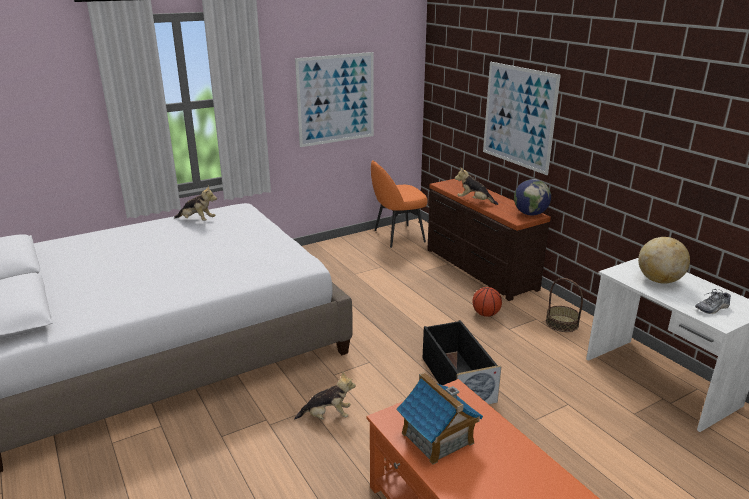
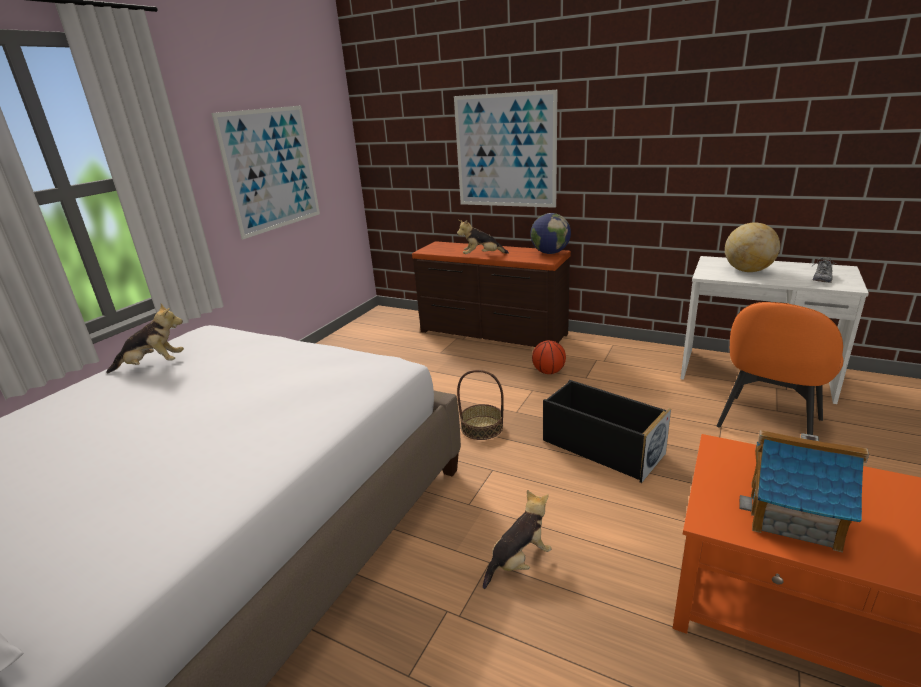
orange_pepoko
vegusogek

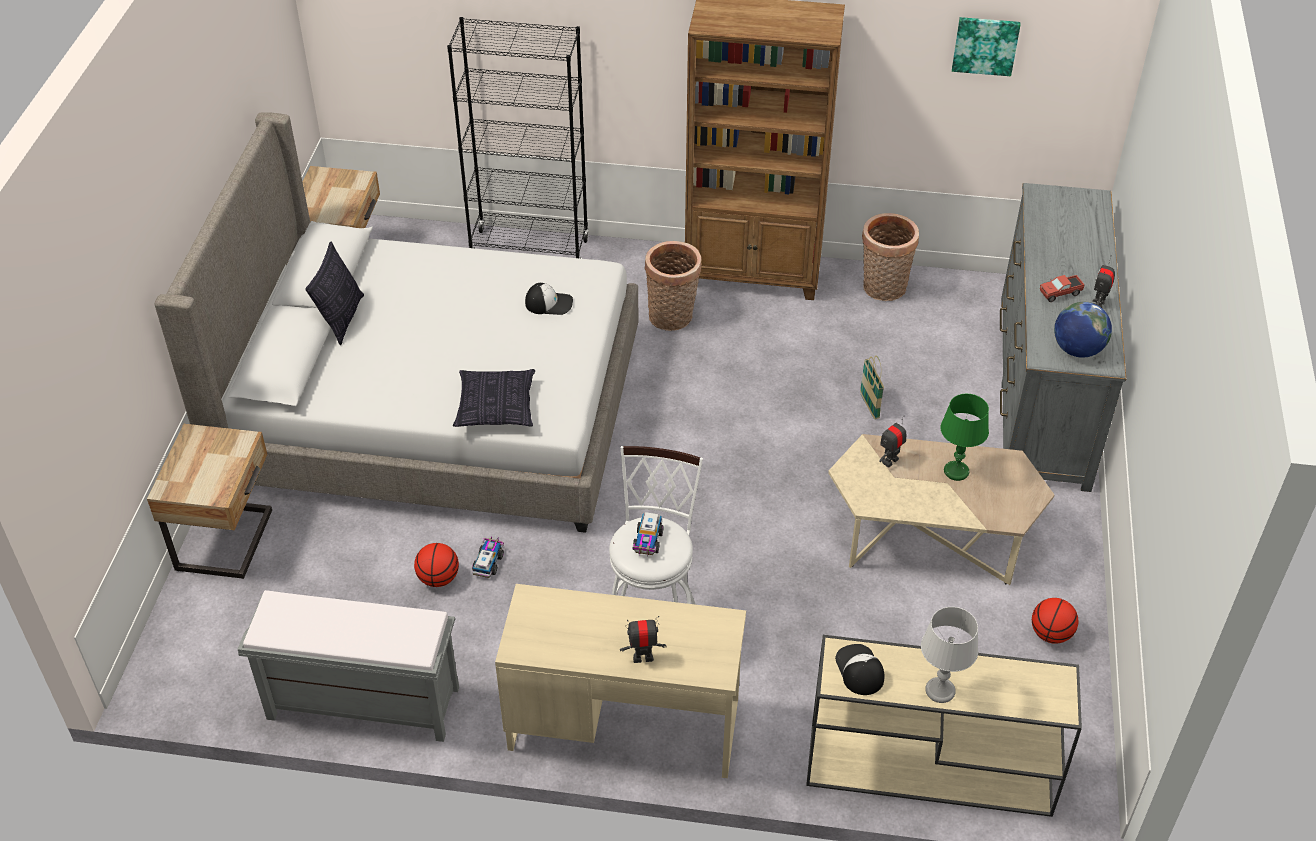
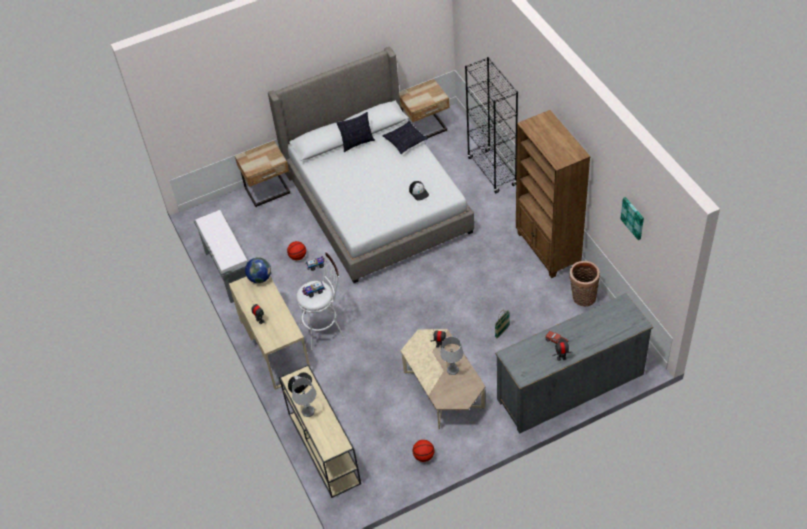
vegusogek (1st from left in the first image)
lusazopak
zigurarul (2nd from left)
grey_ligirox (2nd from left)

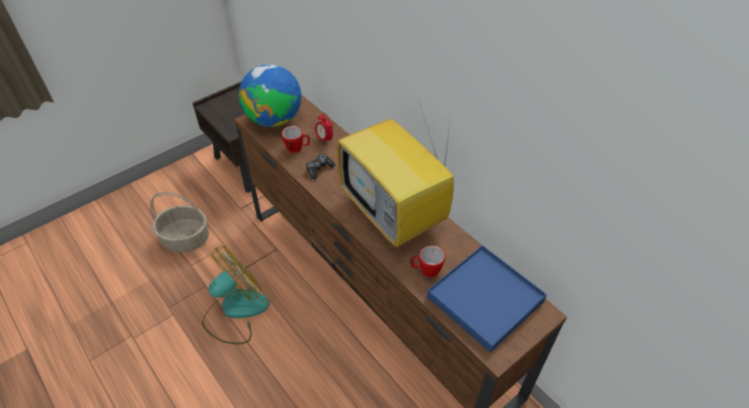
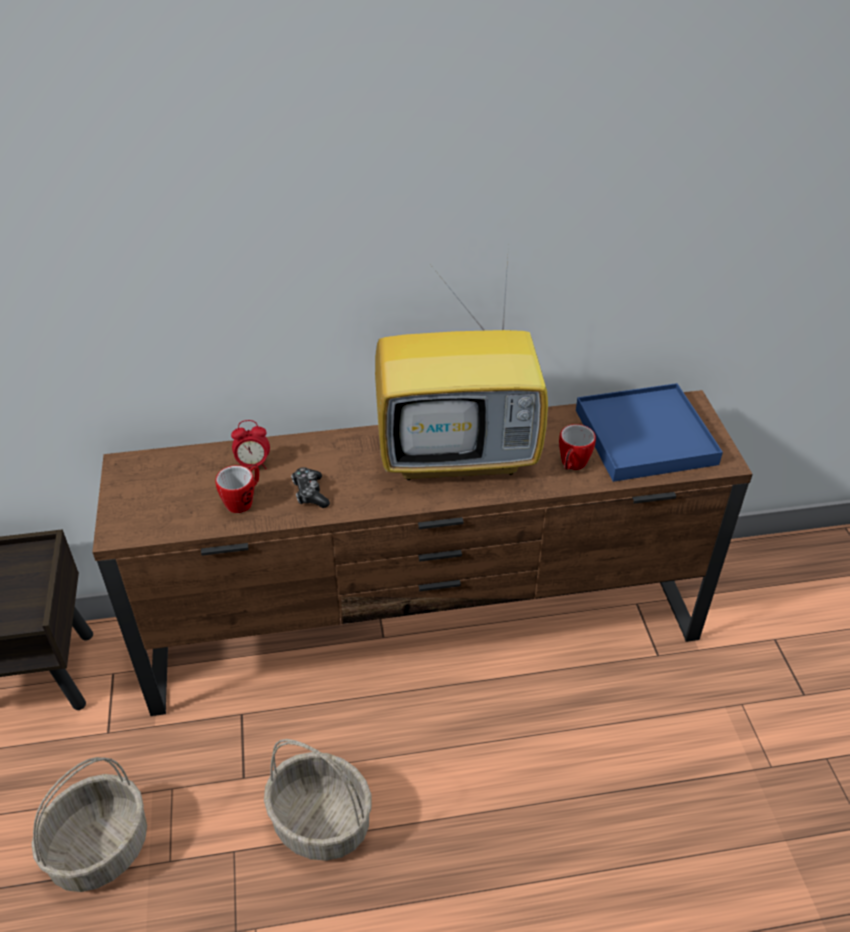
lusazopak
vegusogek (2nd from left)

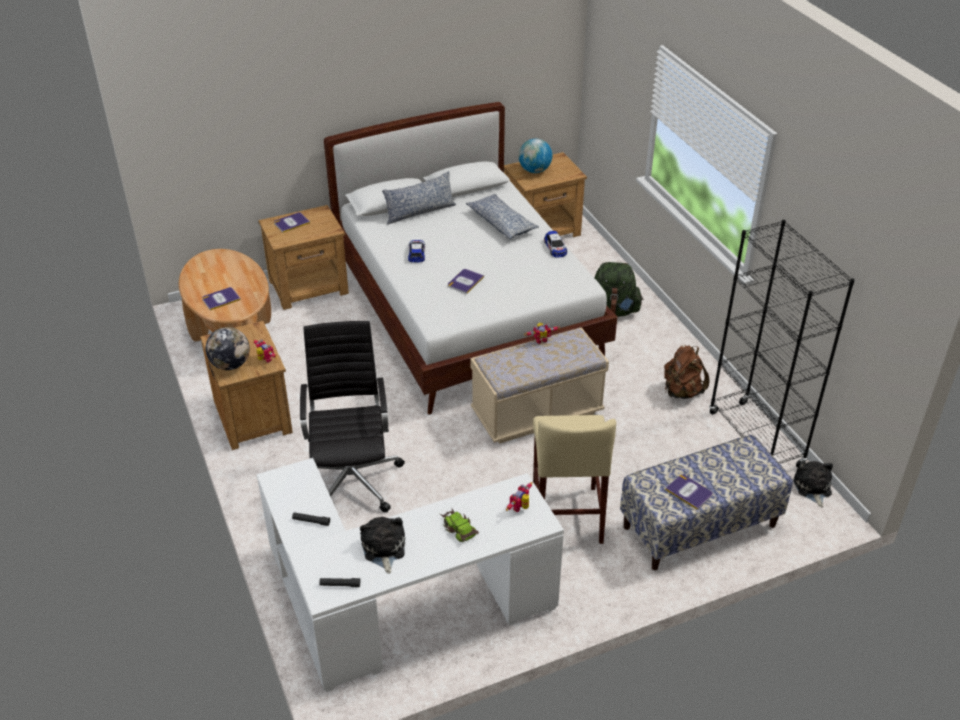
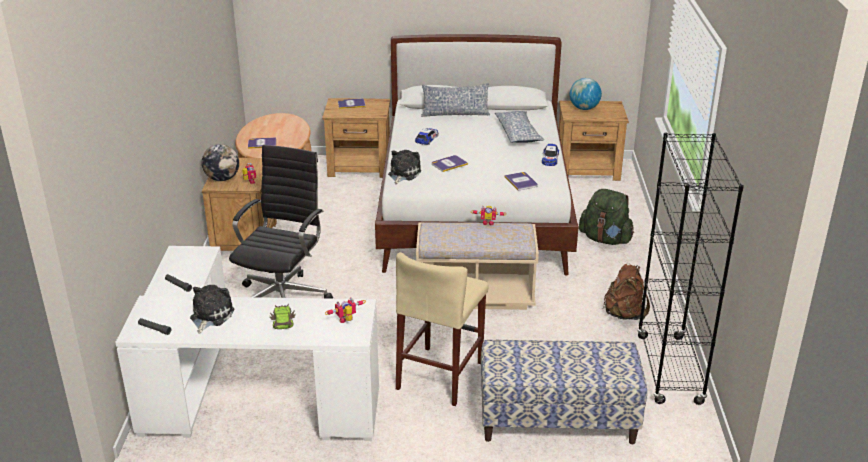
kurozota (2nd from left)
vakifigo (4th from left)

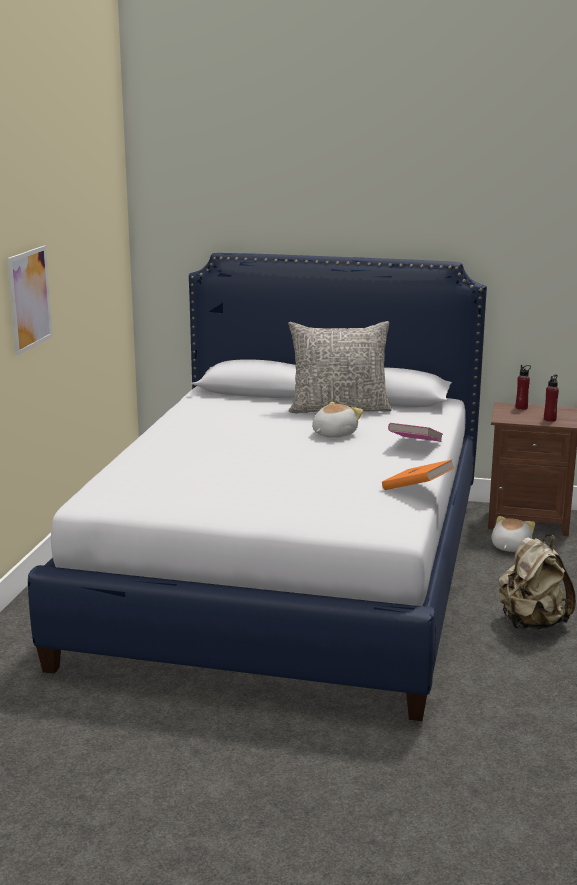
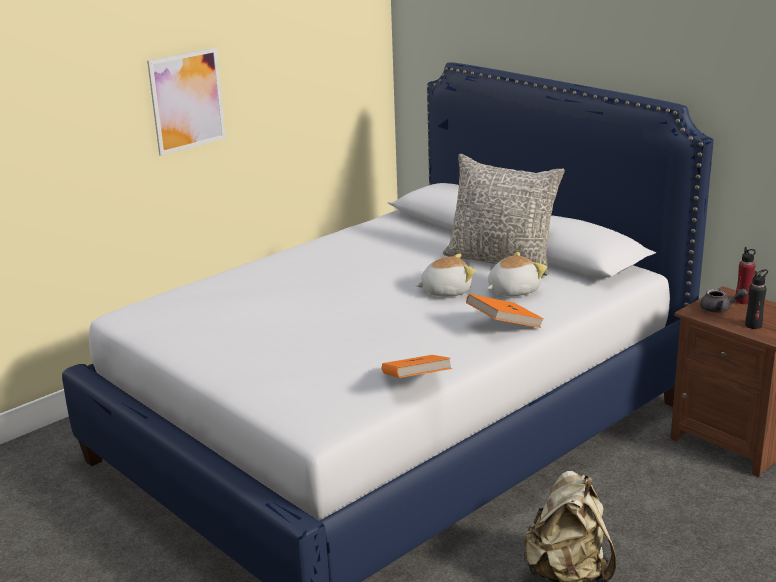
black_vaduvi
orange_vakifigo (2nd from left)
kurozota (2nd from left)
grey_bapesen

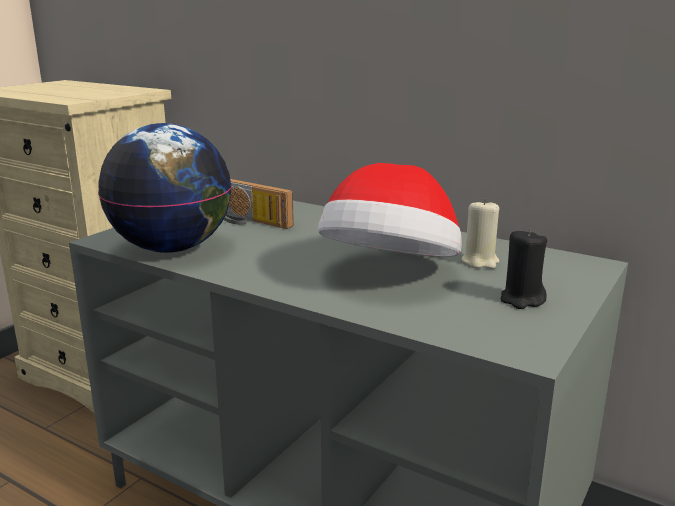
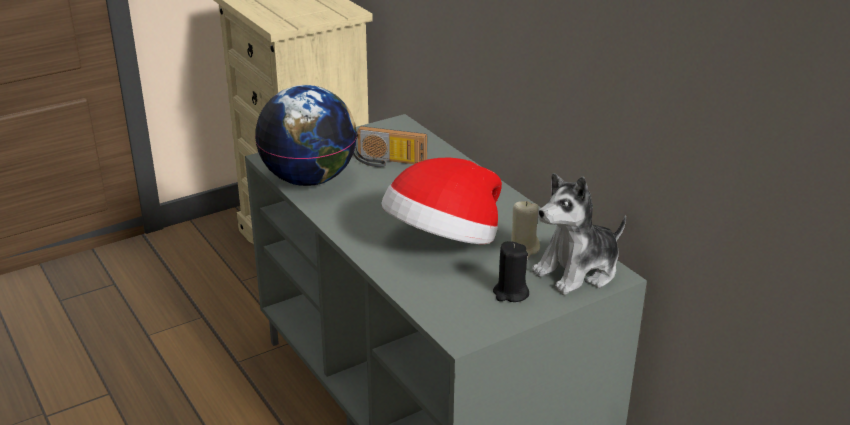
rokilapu
kurozota

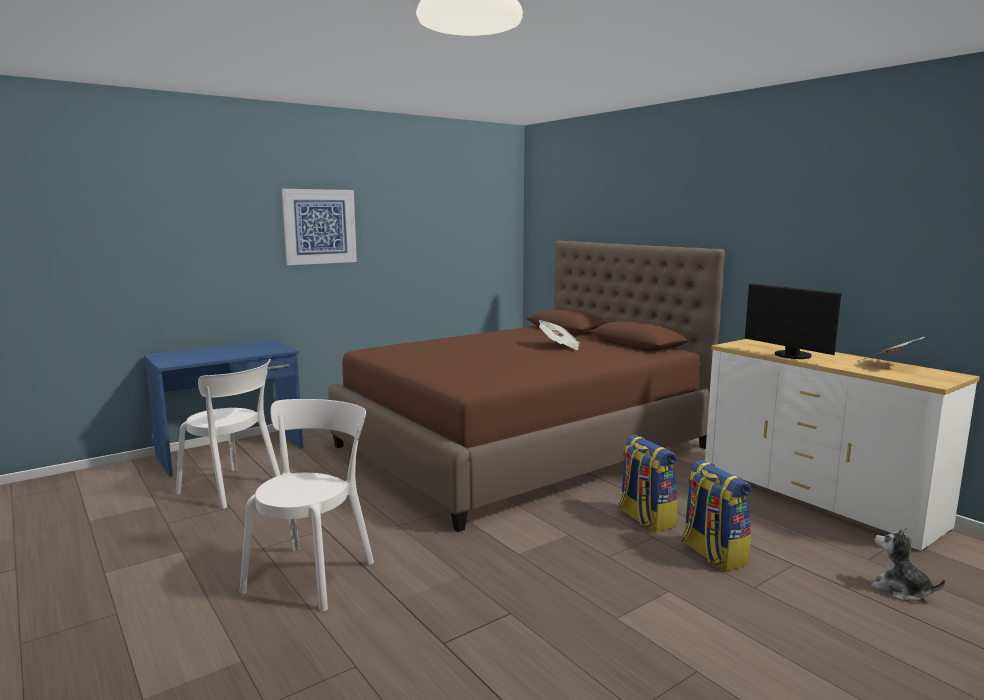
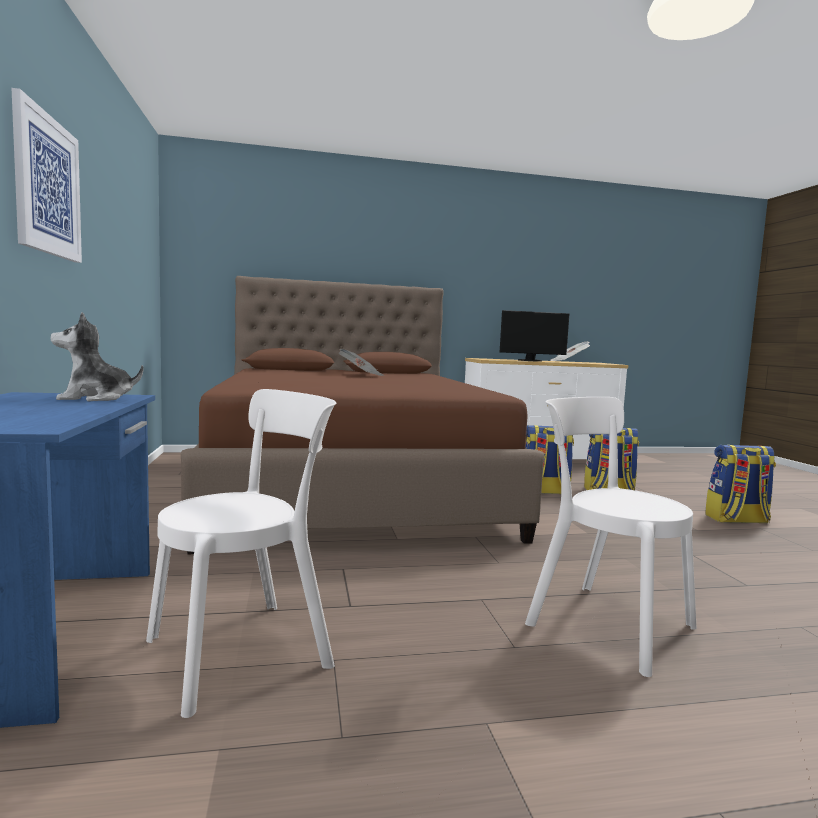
kurozota
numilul (3rd from left)

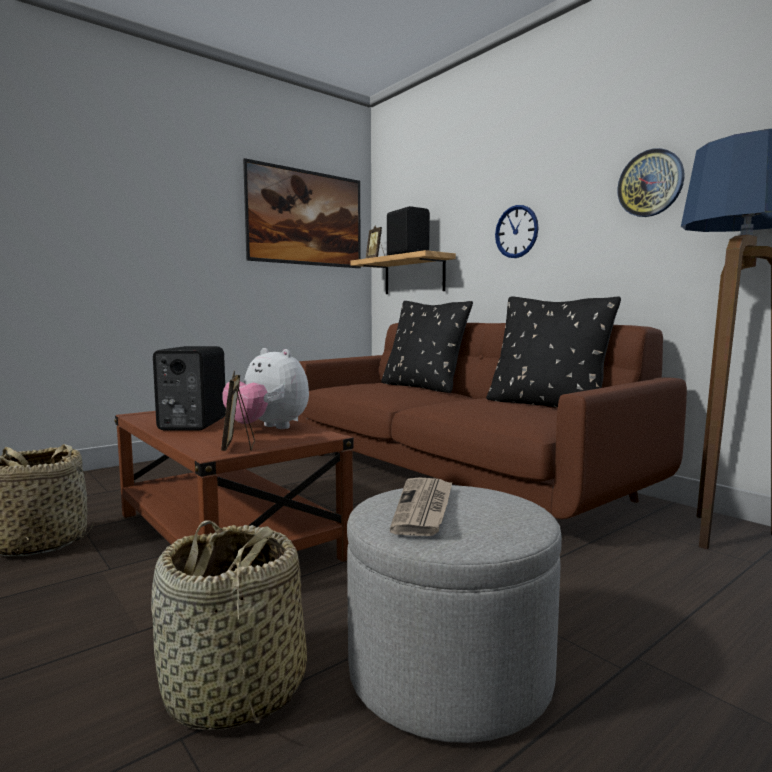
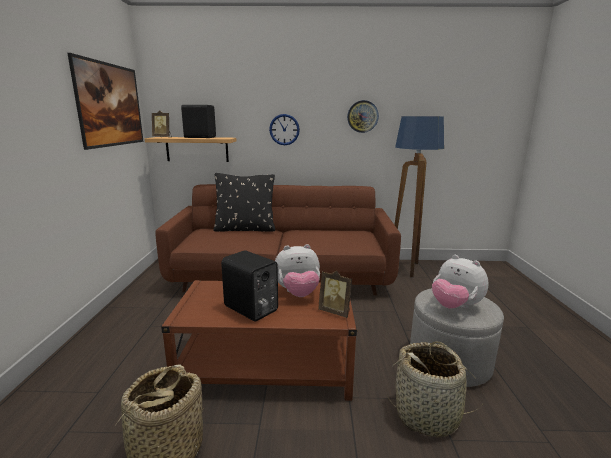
black_zigurarul (2nd from left in the first image)
kurozota (2nd from left)

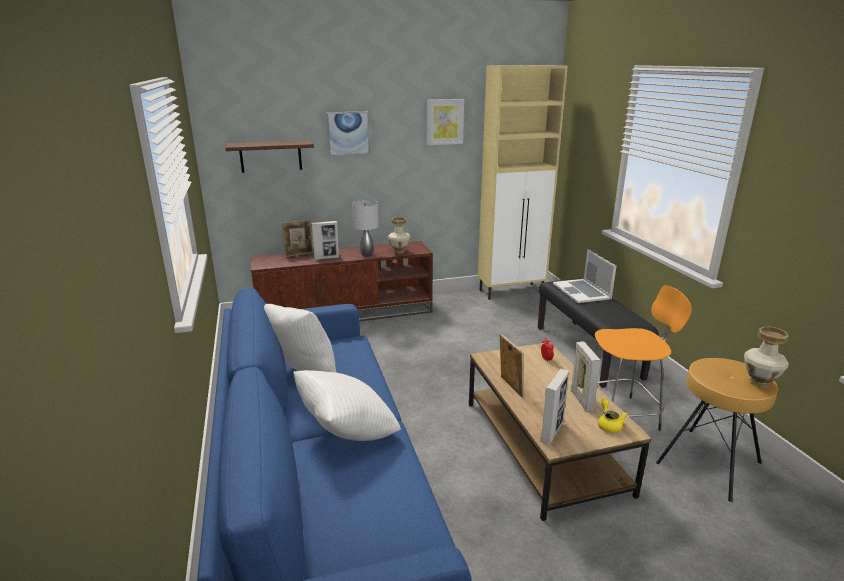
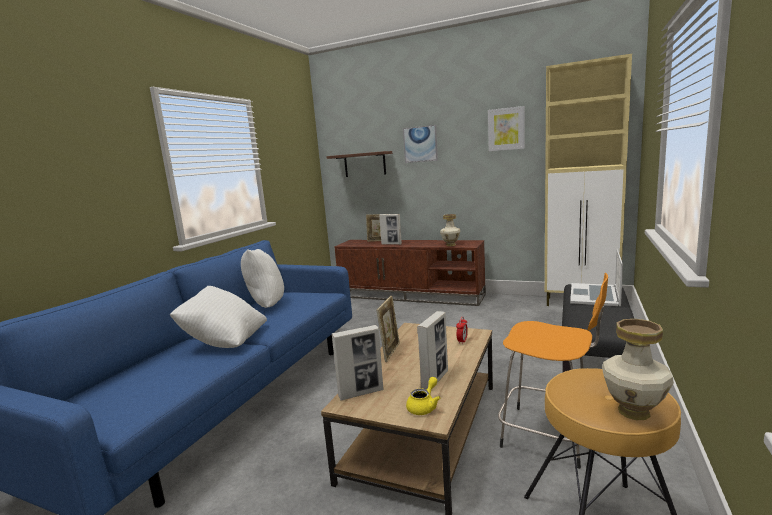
grey_ligirox

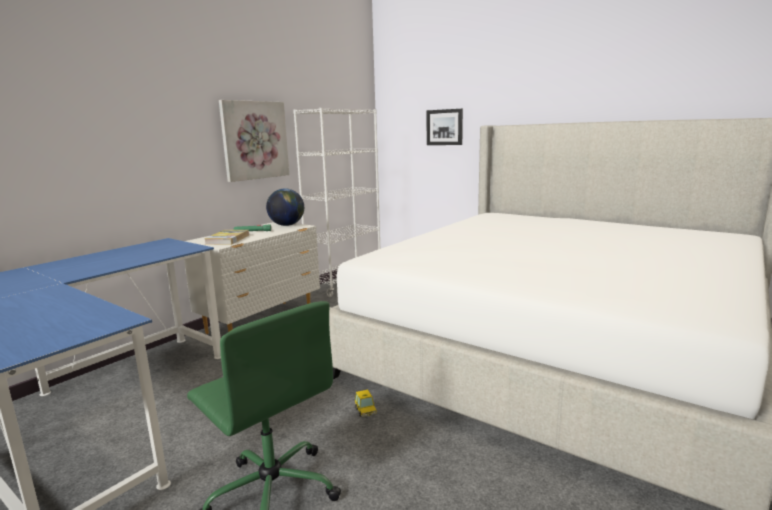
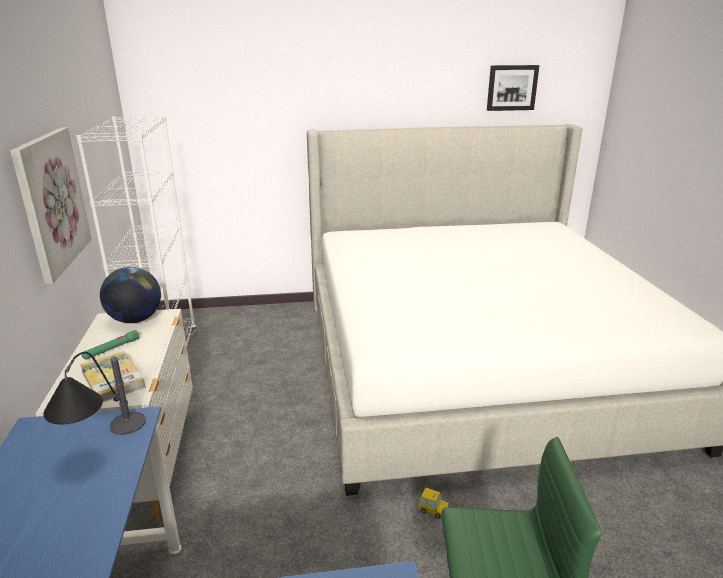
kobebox (2nd from left)
ligirox

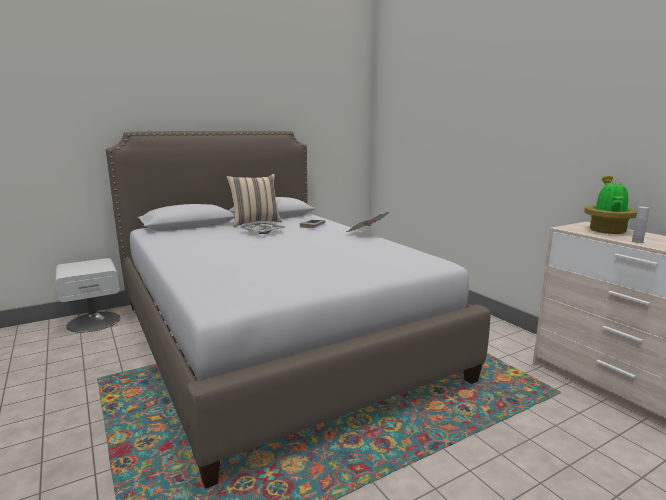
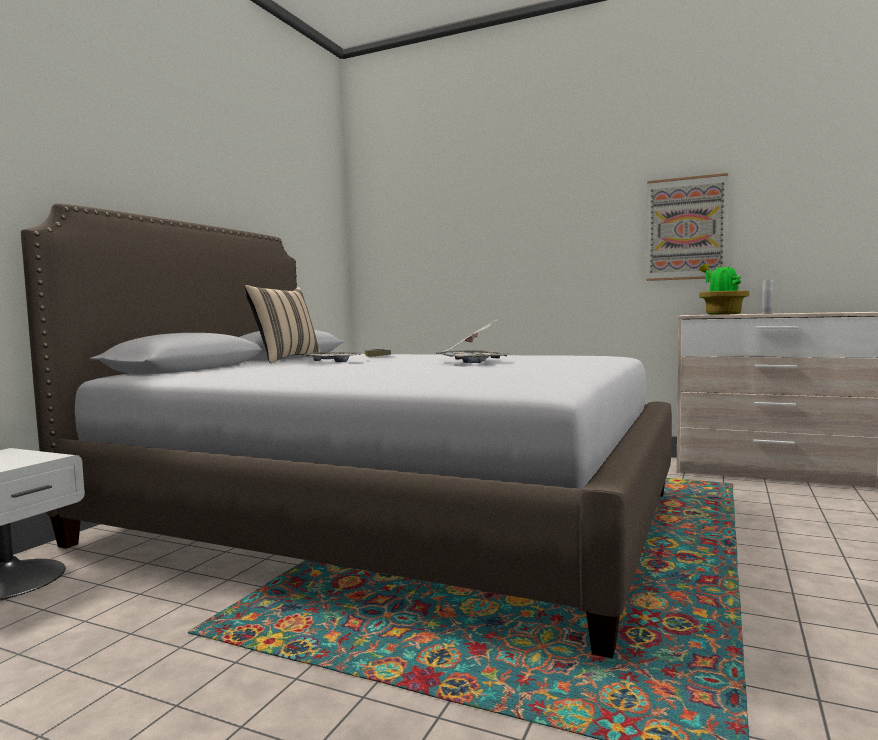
kobebox
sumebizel (2nd from left)

